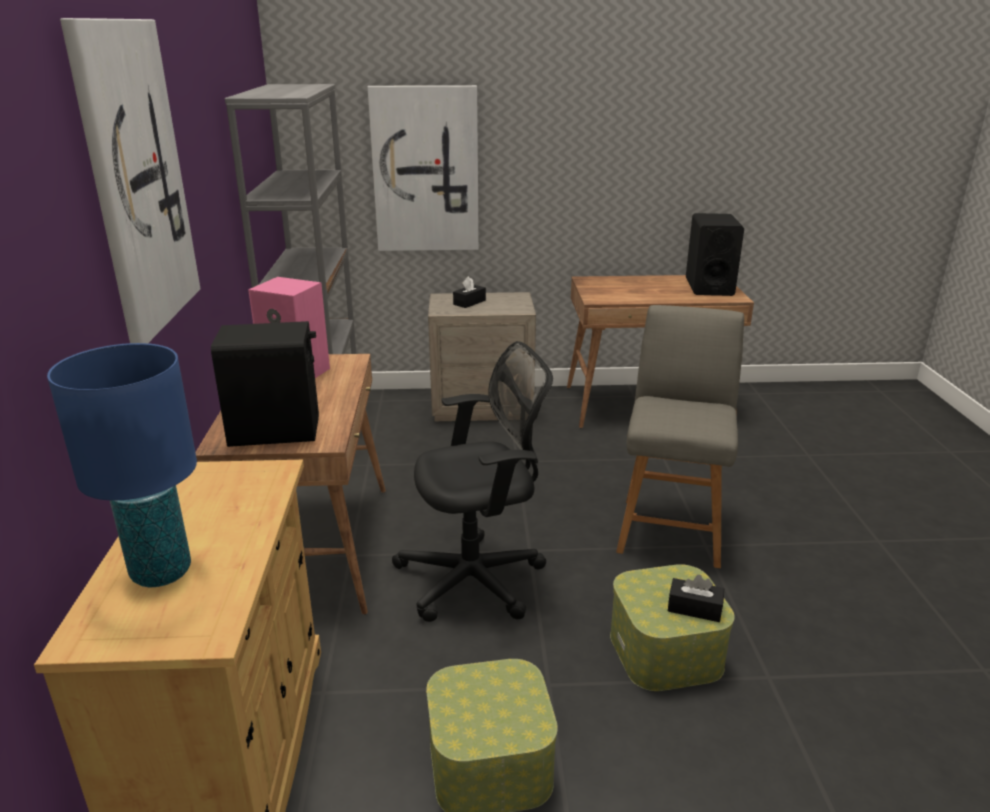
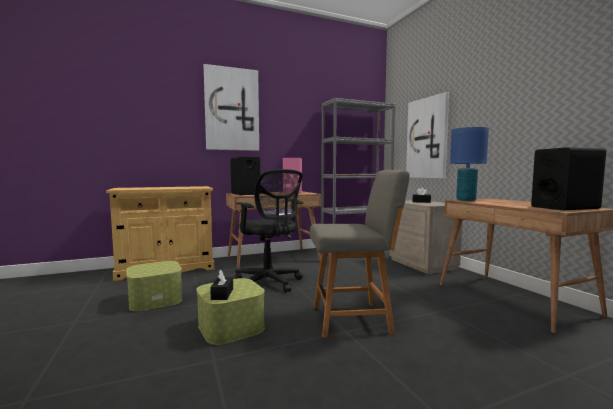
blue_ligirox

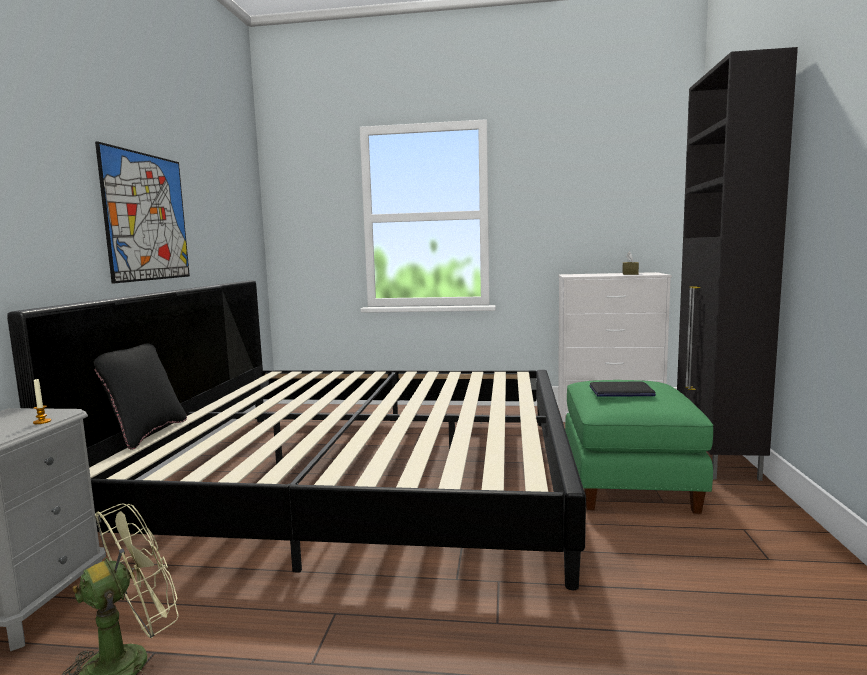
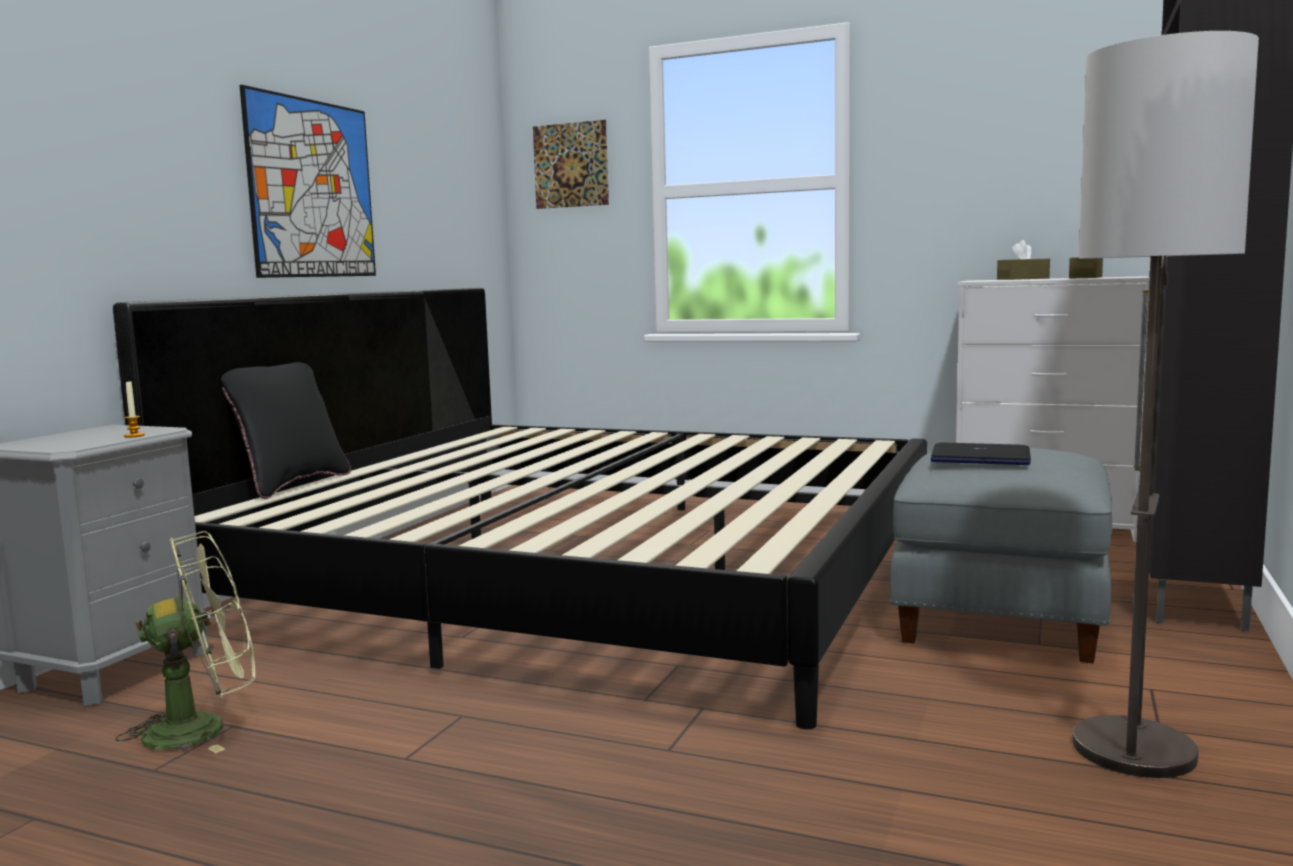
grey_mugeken
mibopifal
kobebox (2nd from left)
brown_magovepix (1st from left)

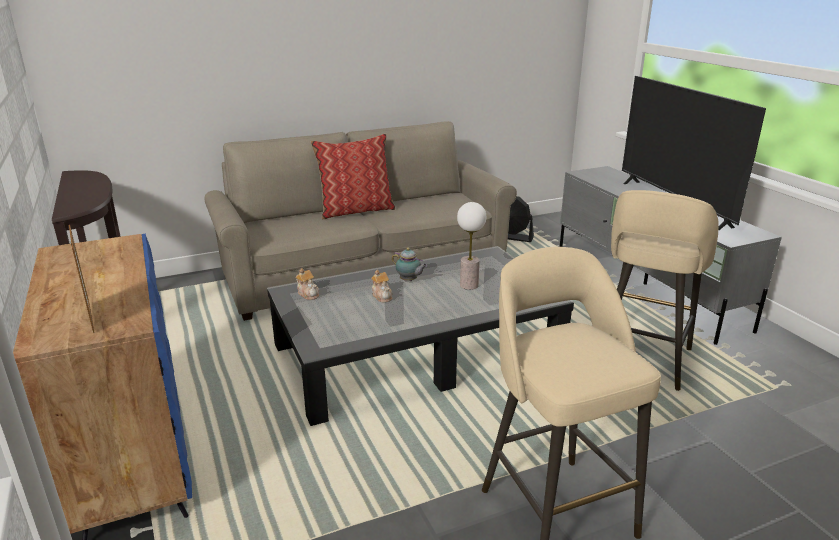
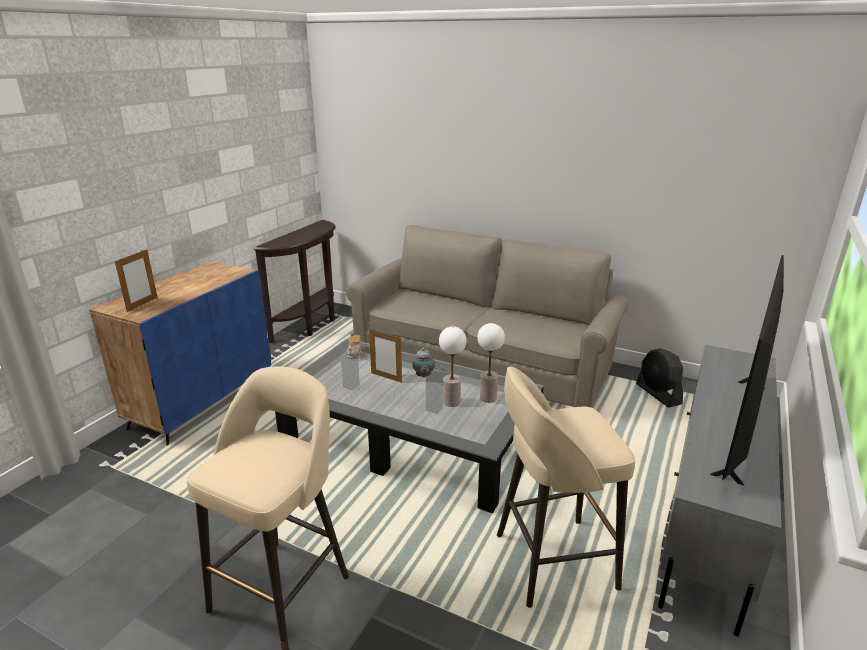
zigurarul
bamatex (2nd from left)
ligirox (2nd from left)

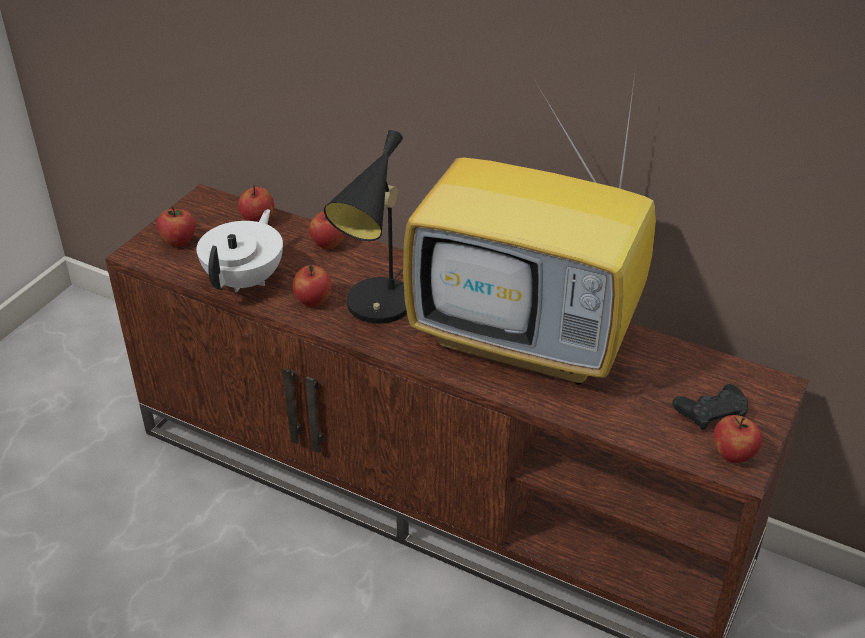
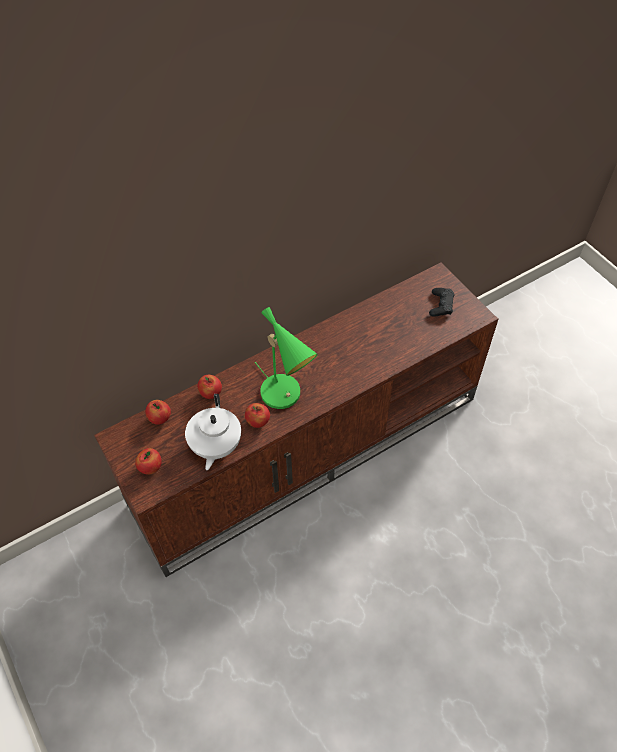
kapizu
green_ligirox
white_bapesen
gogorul (5th from left in the first image)

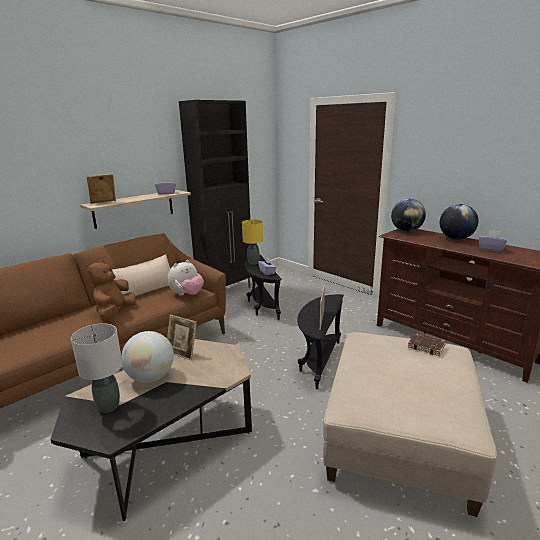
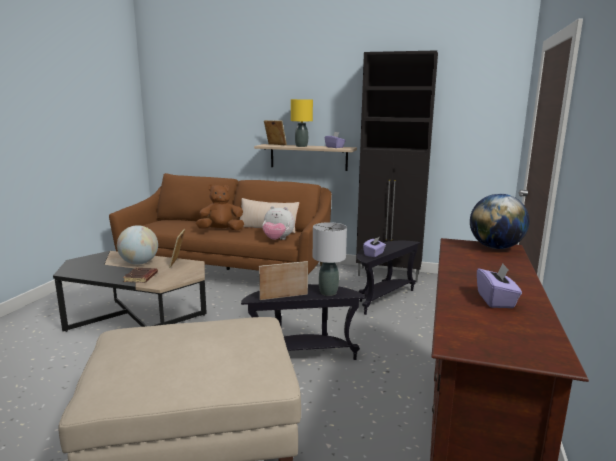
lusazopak (3rd from left in the first image)
yellow_ligirox
grey_ligirox
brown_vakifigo

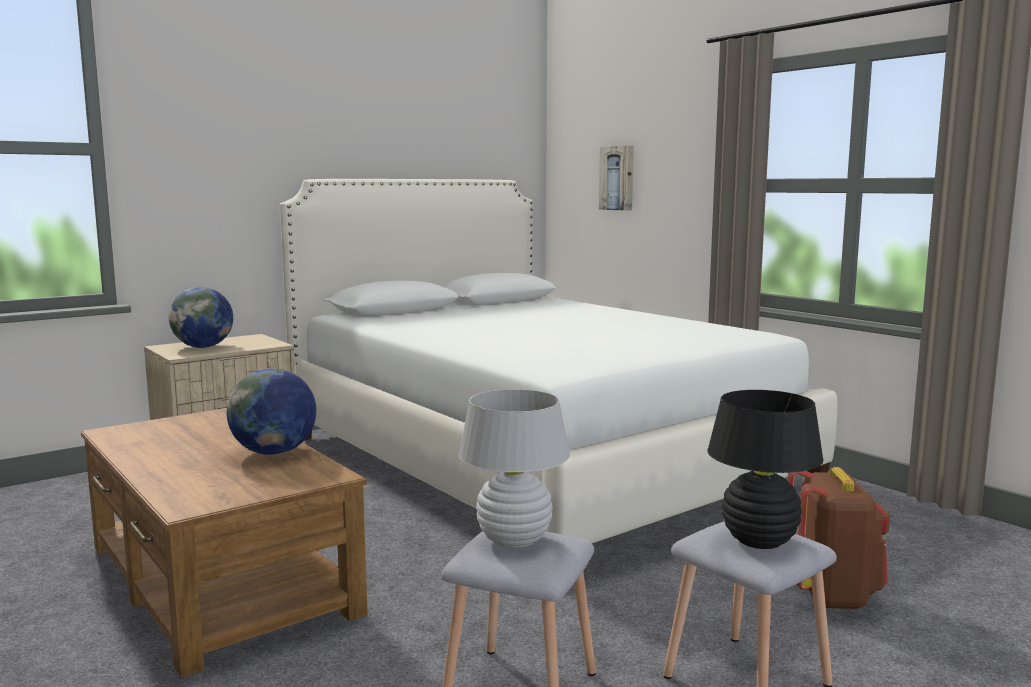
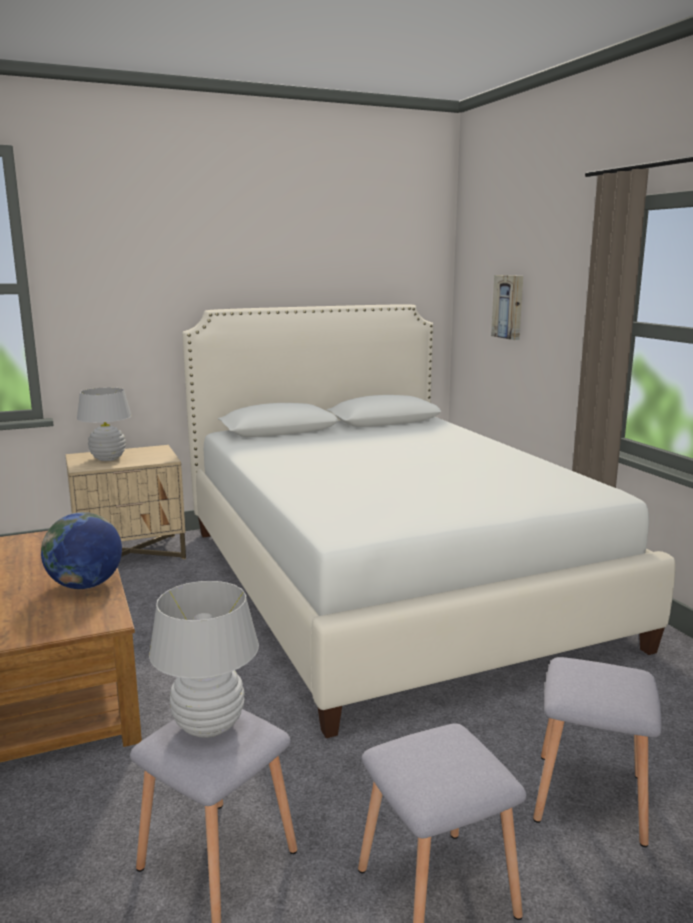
white_ligirox (1st from left)
black_ligirox
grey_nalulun (3rd from left)

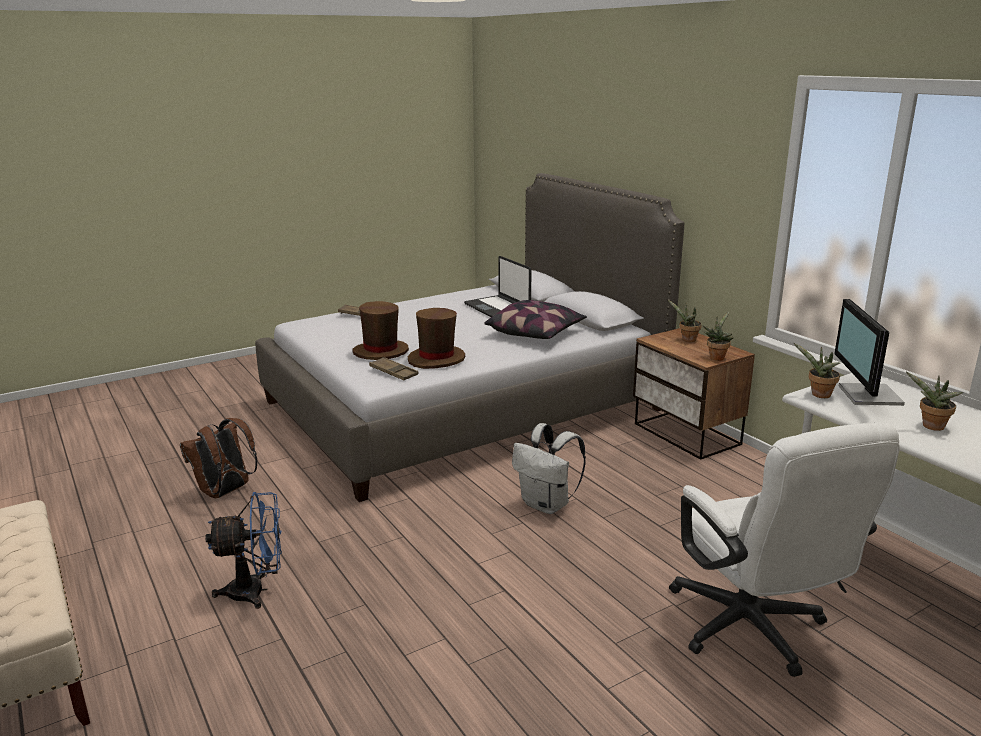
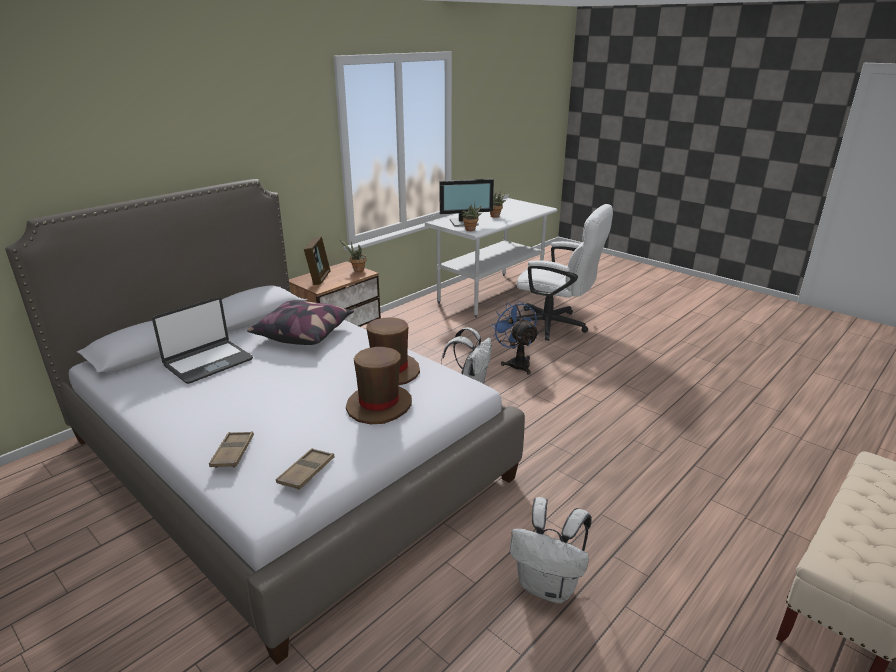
bamatex
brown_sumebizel (2nd from left)
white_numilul (2nd from left)
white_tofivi
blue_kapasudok

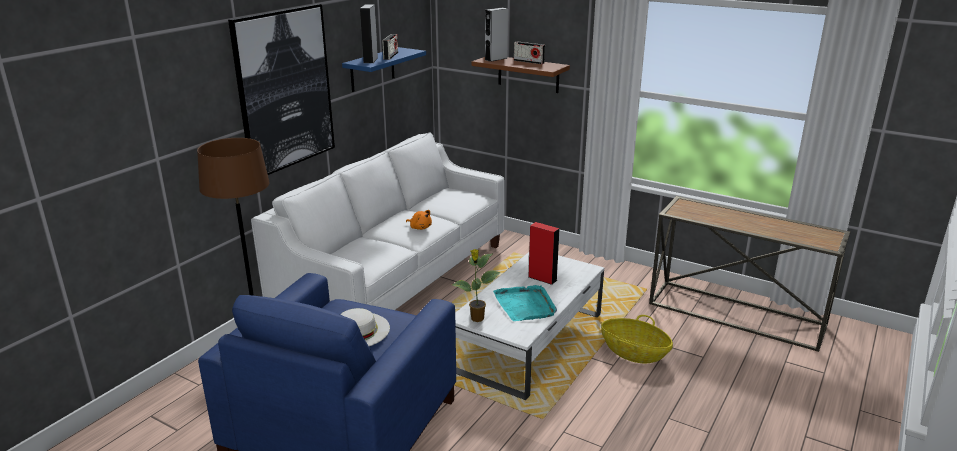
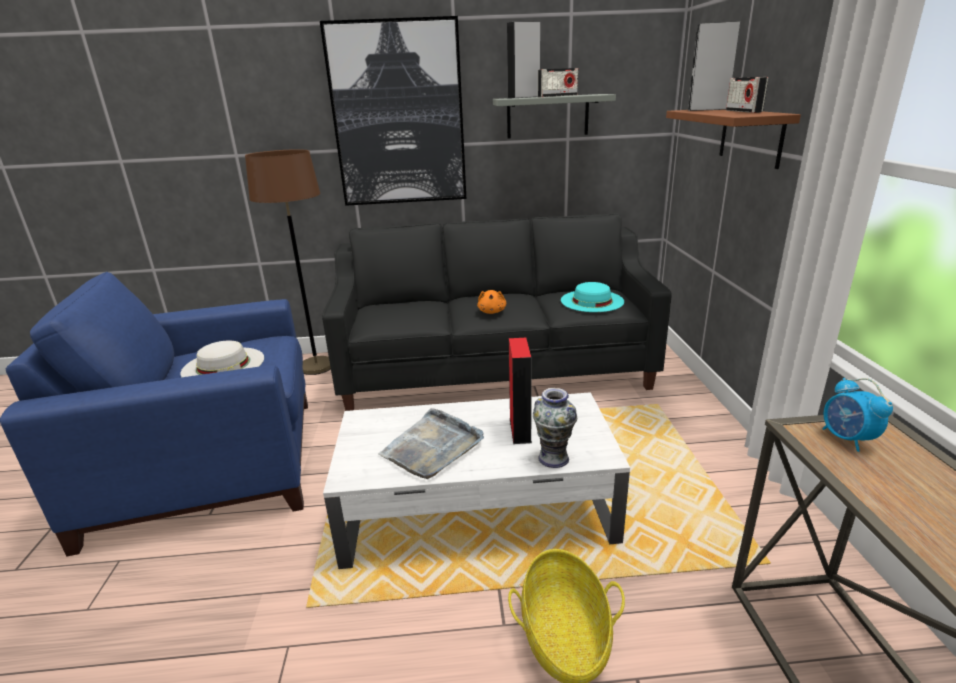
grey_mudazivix
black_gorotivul
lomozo
grey_sumebizel
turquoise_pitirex
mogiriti
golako

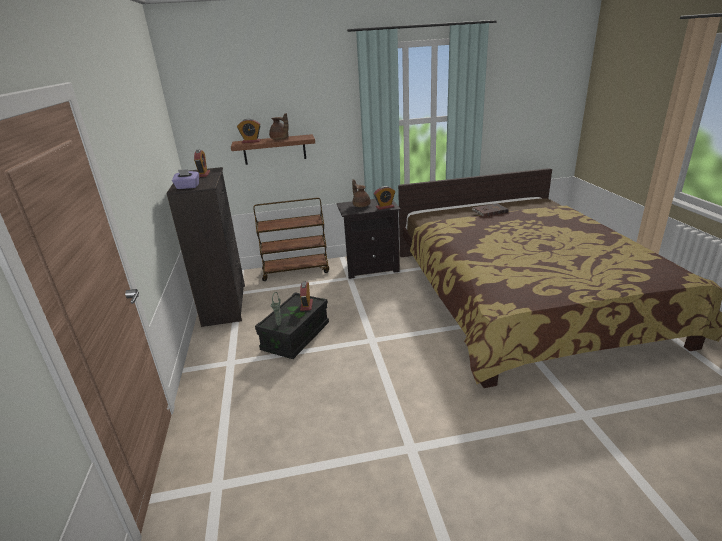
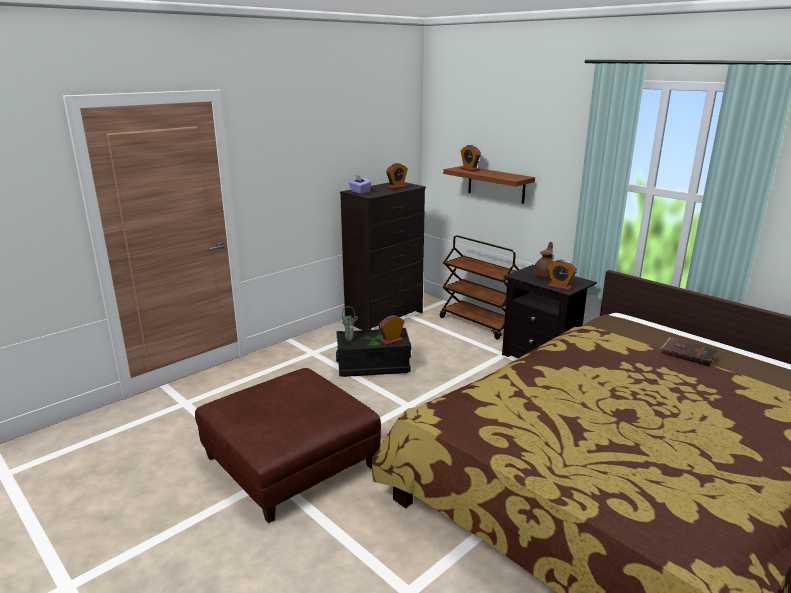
brown_bapesen (1st from left in the first image)
brown_mugeken

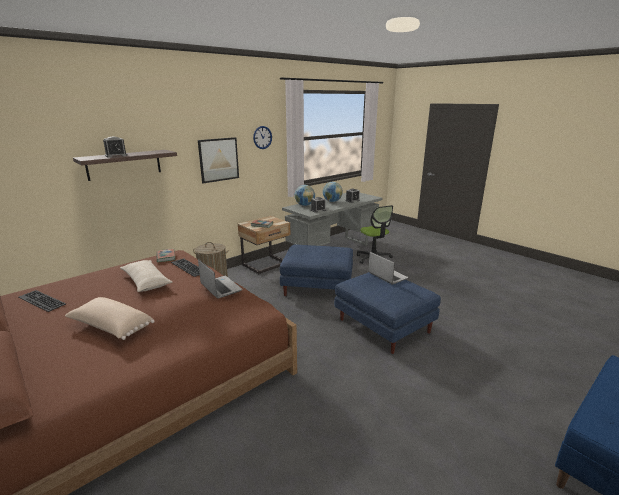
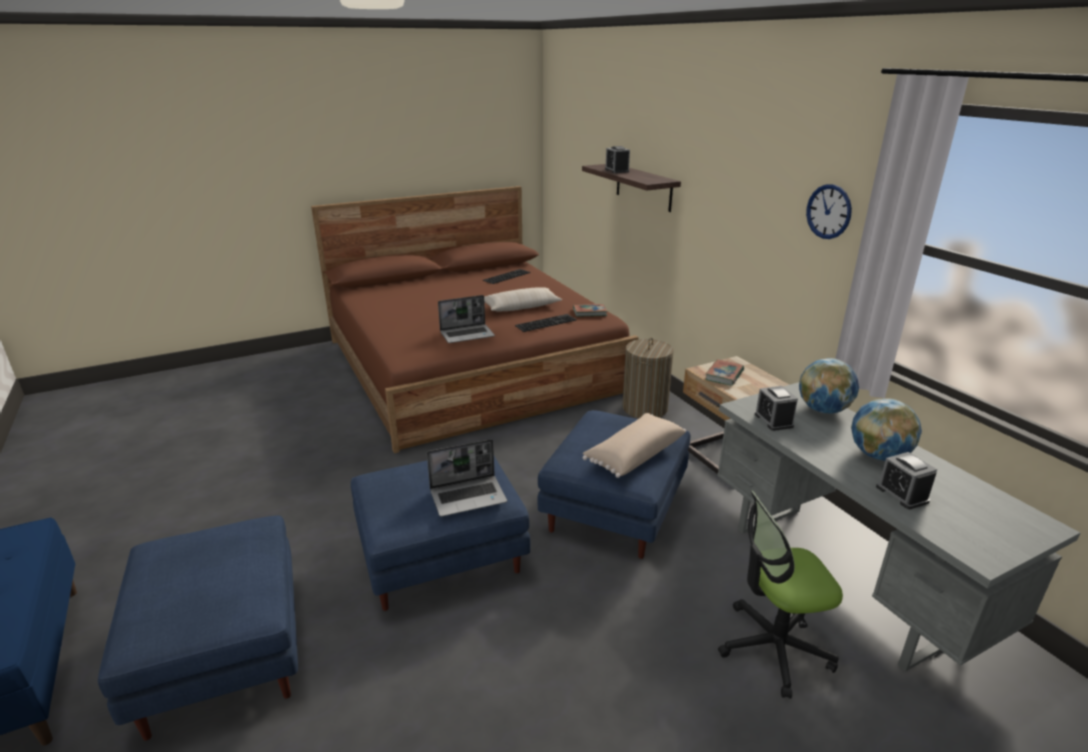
kobebox
beige_zigurarul (2nd from left)
blue_mugeken (1st from left)

